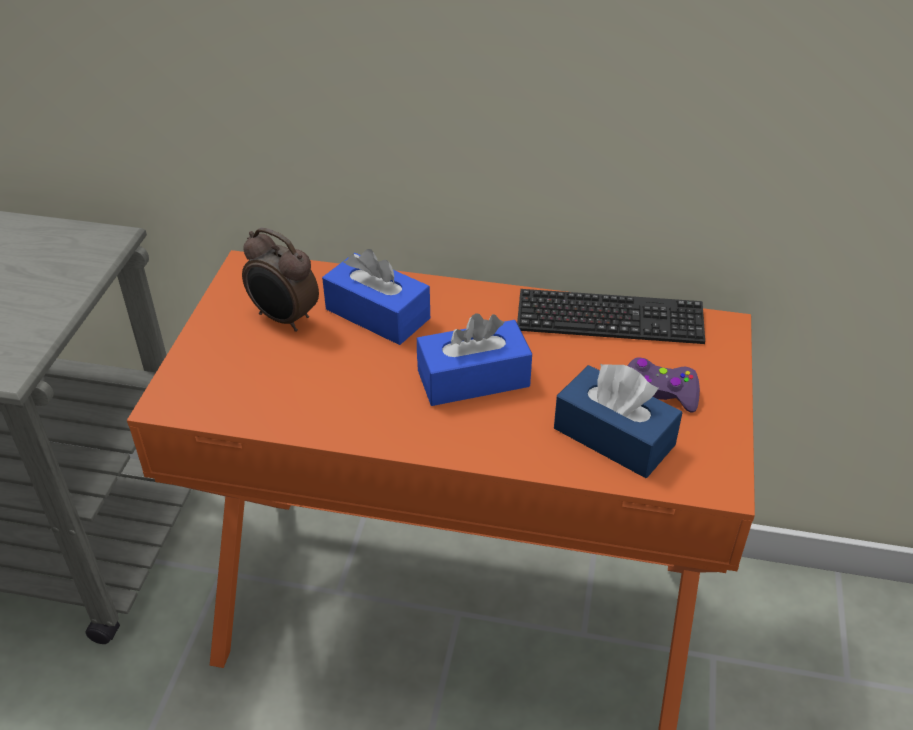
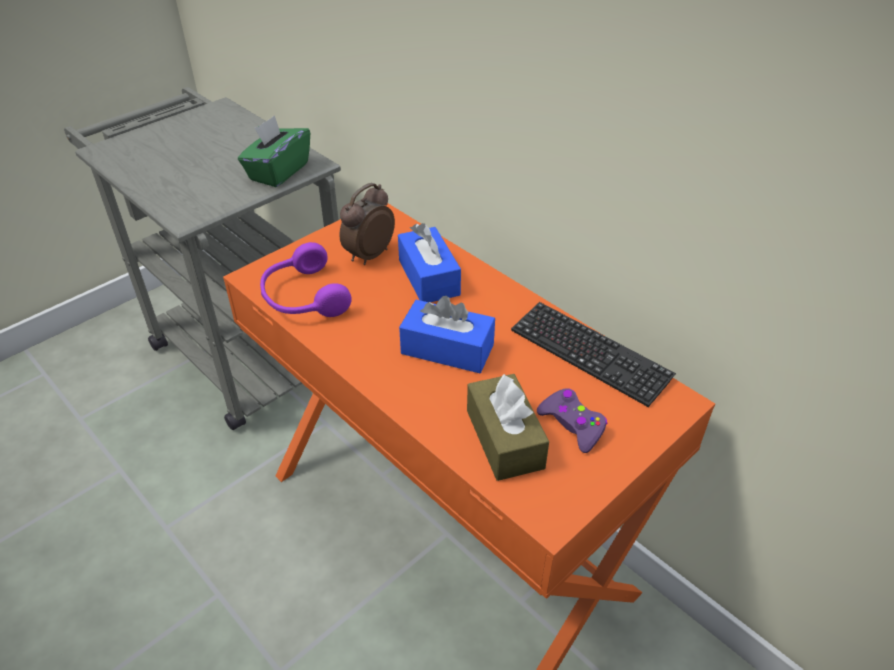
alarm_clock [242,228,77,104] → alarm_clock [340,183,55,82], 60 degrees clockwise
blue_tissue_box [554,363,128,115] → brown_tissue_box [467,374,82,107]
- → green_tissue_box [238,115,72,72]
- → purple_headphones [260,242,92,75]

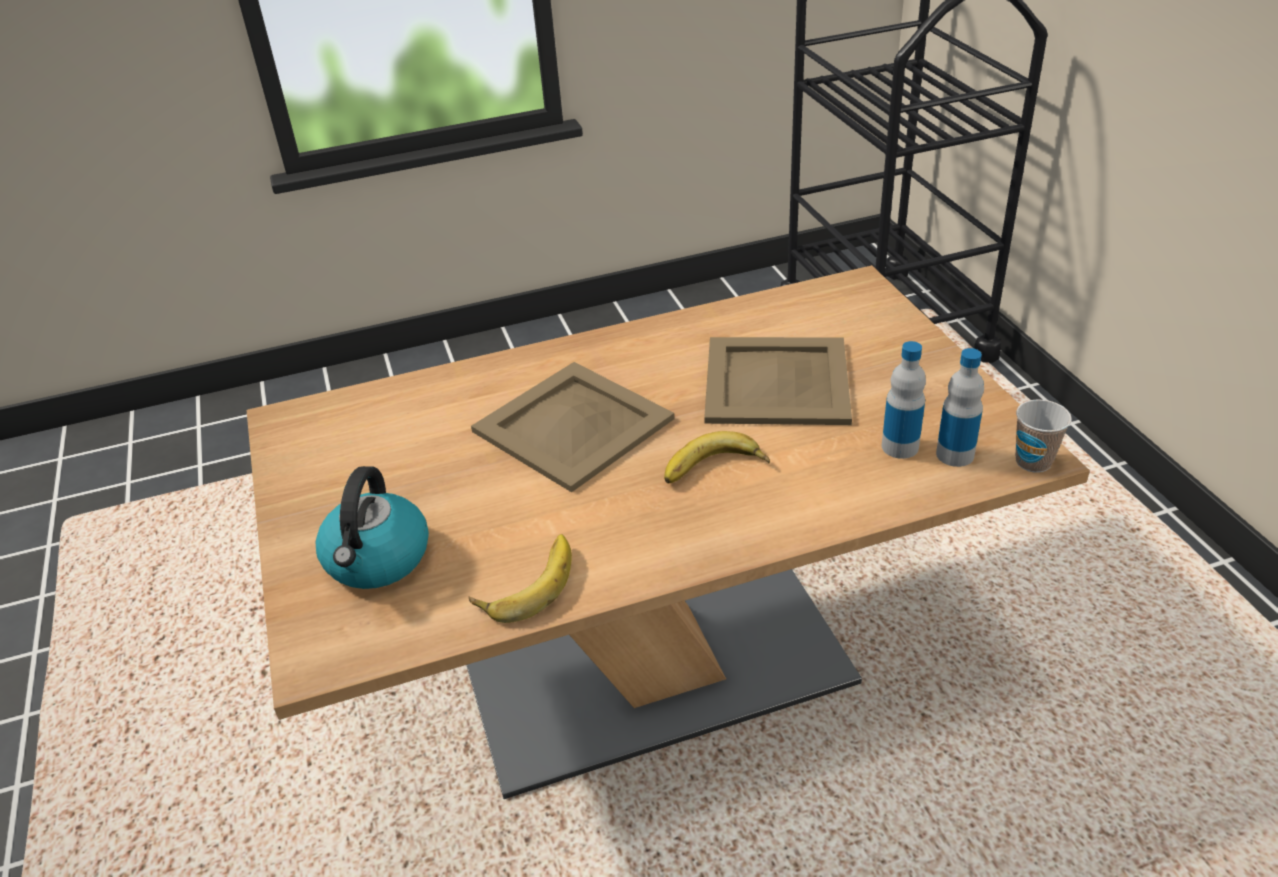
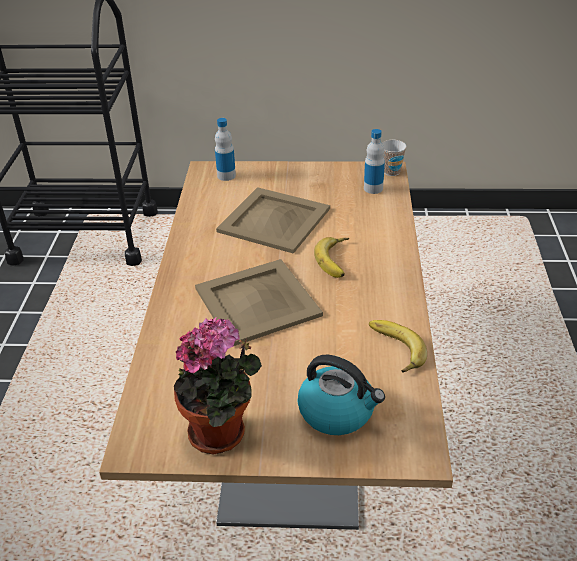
bottle [882,341,44,118] → bottle [215,118,21,63], move
- → potted_plant [174,317,88,138]

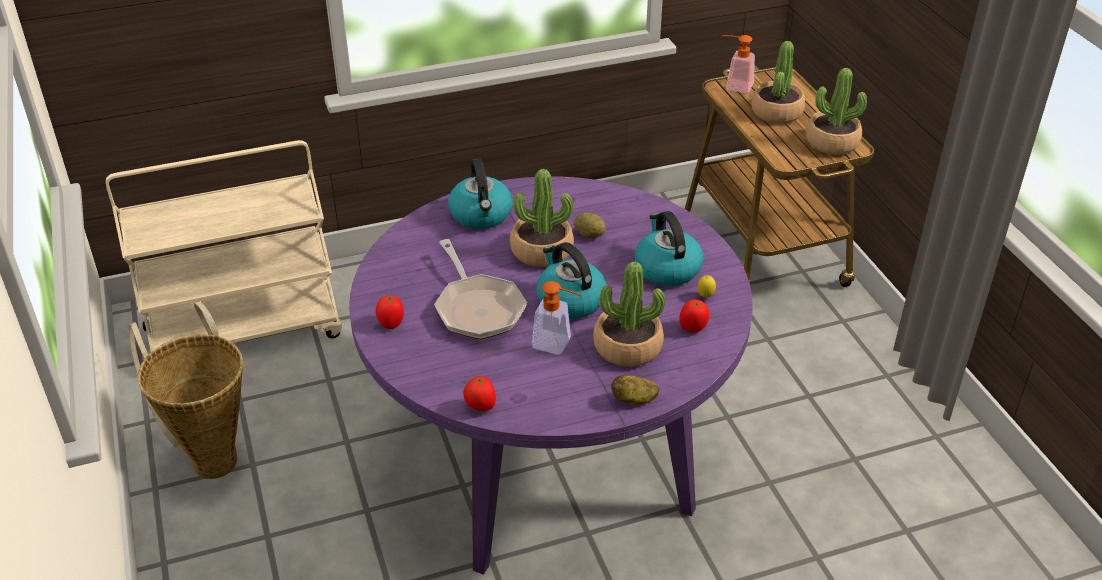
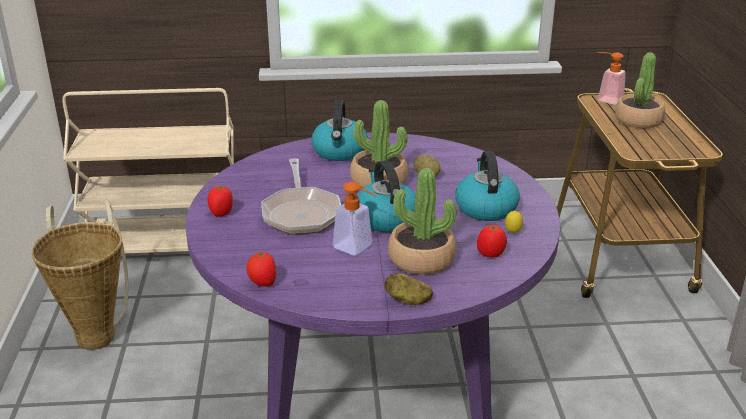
potted_plant [806,68,61,86] → -

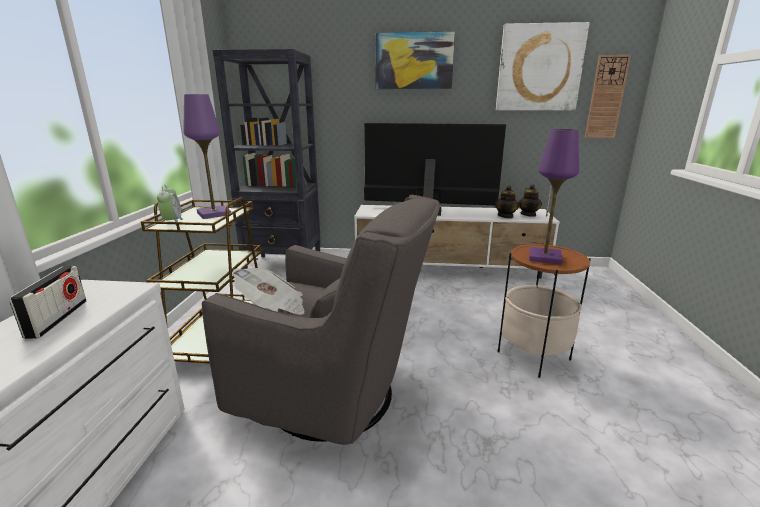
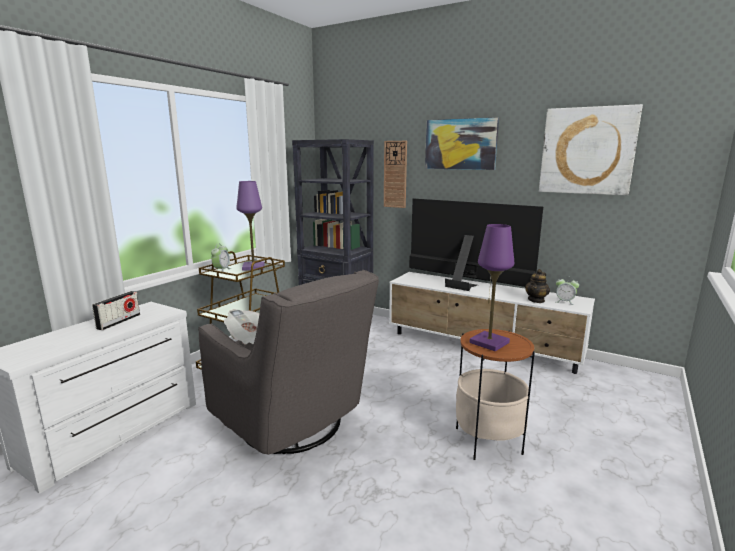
wall_clock [585,55,46,83] → wall_clock [384,141,23,67], move
teapot [518,184,24,33] → alarm_clock [556,276,23,29]

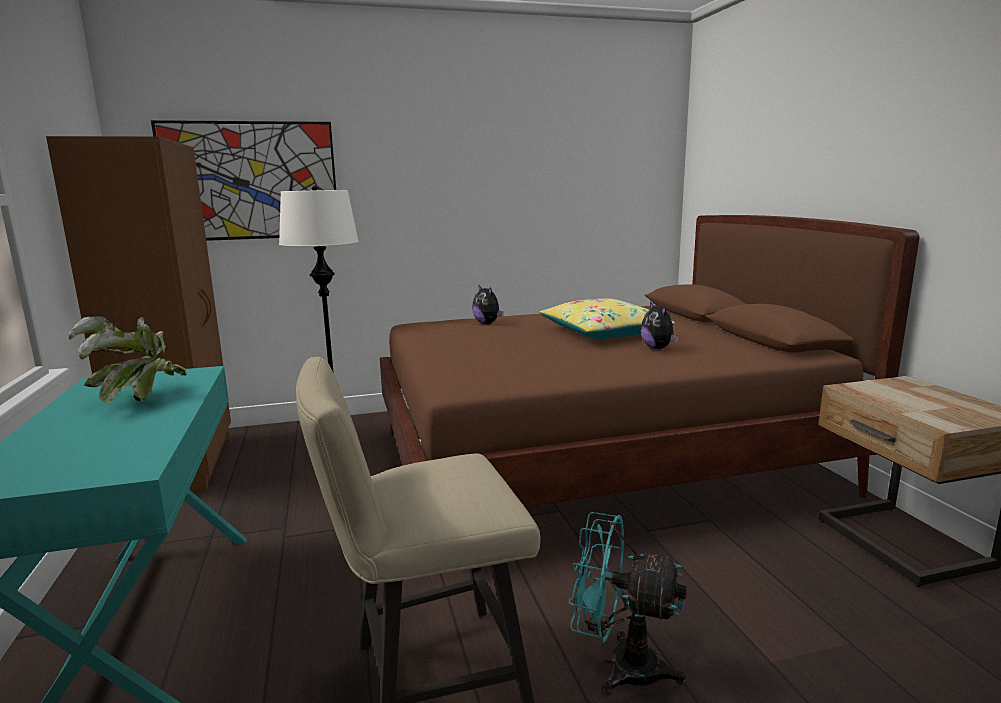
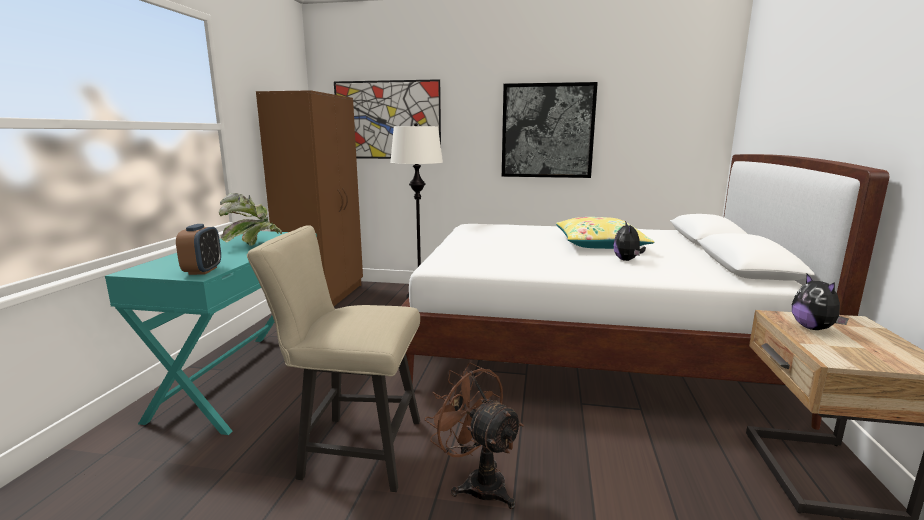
brown_bed [380,215,539,293] → white_bed [401,154,488,276]
plush_toy [472,284,31,40] → plush_toy [792,274,56,56], move
turquoise_fan [568,512,119,183] → brown_fan [425,363,99,146]
- → picture [502,82,96,96]
- → alarm_clock [176,224,45,51]

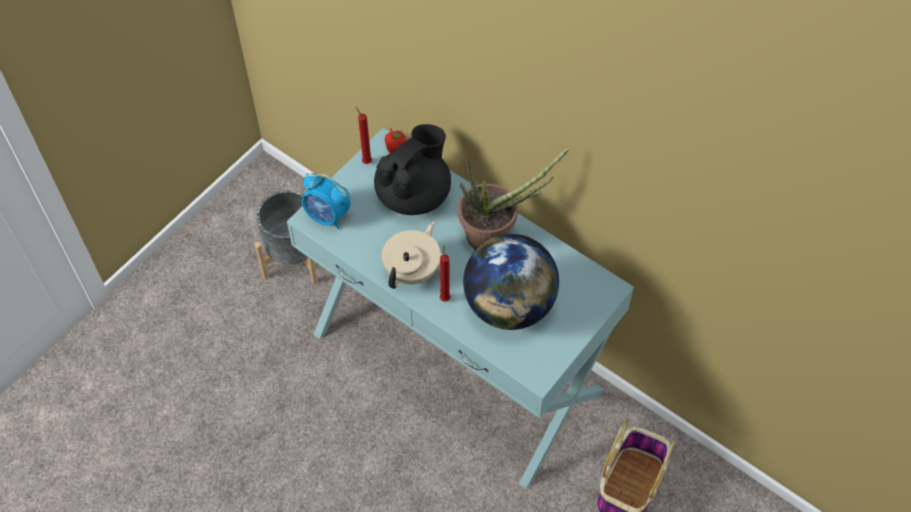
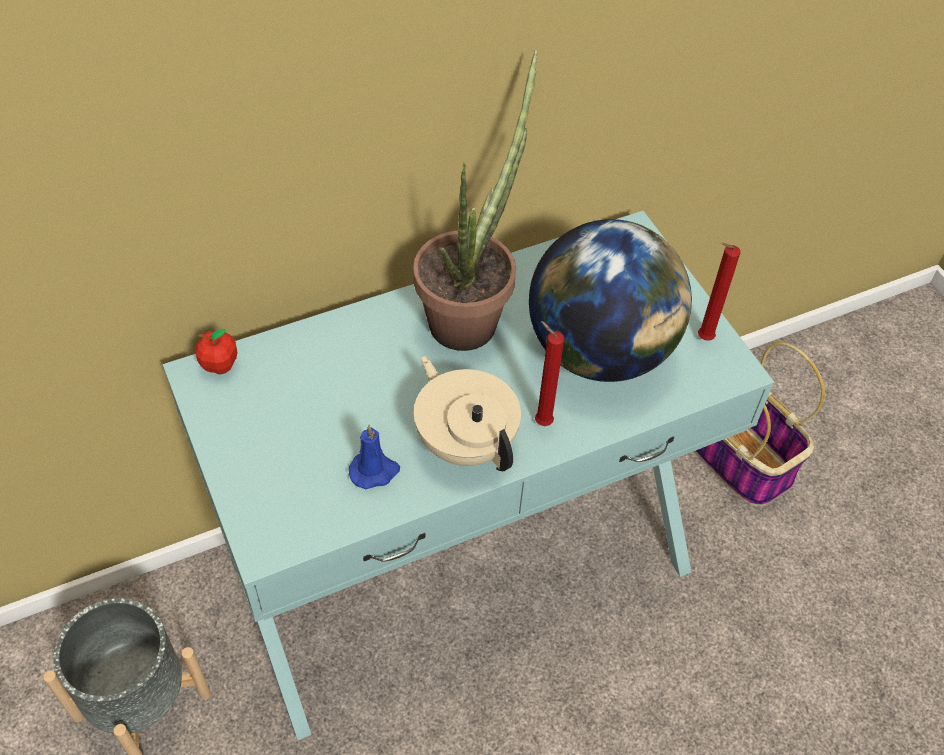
red_candle [355,107,17,57] → red_candle [698,243,43,98], move
black_teapot [374,124,77,91] → -
alarm_clock [302,173,49,56] → -
- → blue_candle [348,425,52,64]

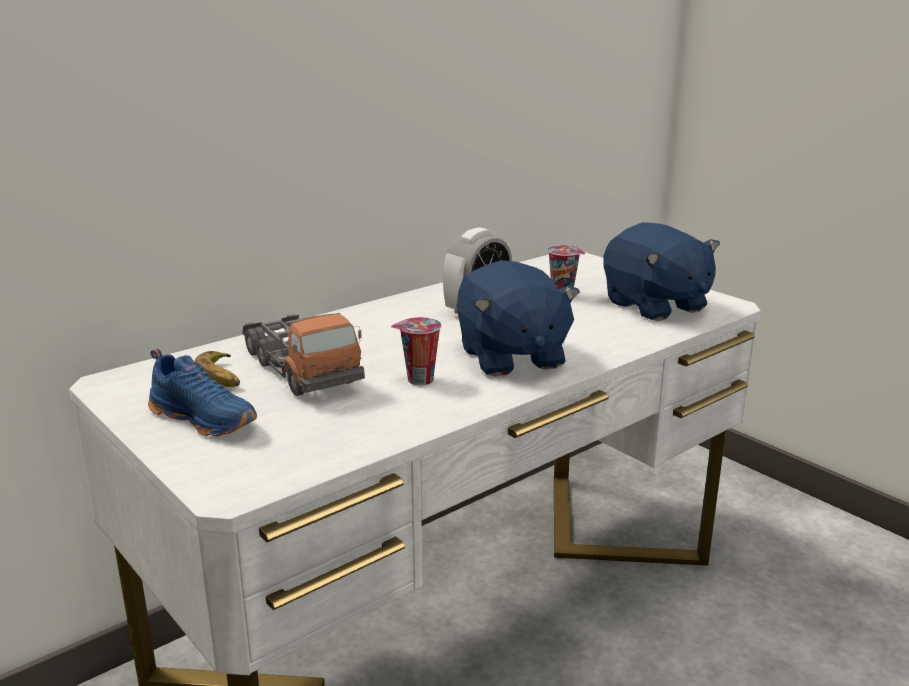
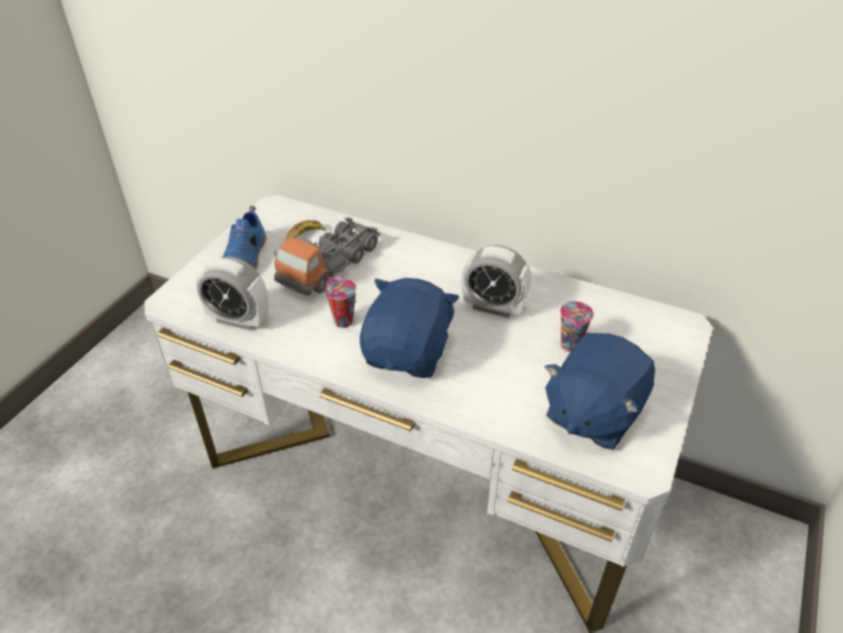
blue_plush_toy [456,260,124,116] → blue_plush_toy [360,278,99,100], 150 degrees clockwise
- → alarm_clock [196,257,73,73]

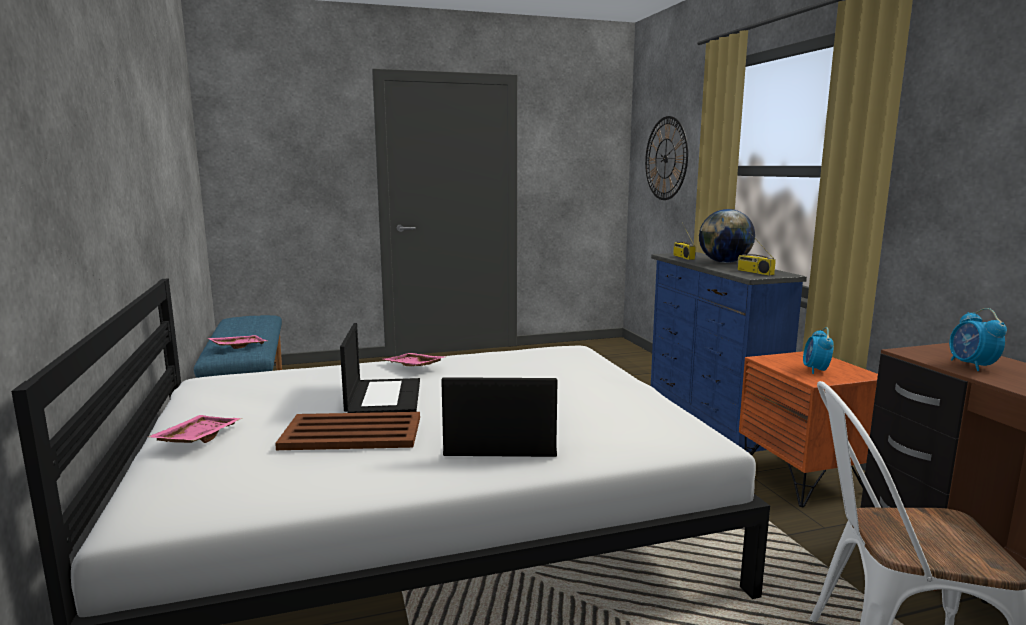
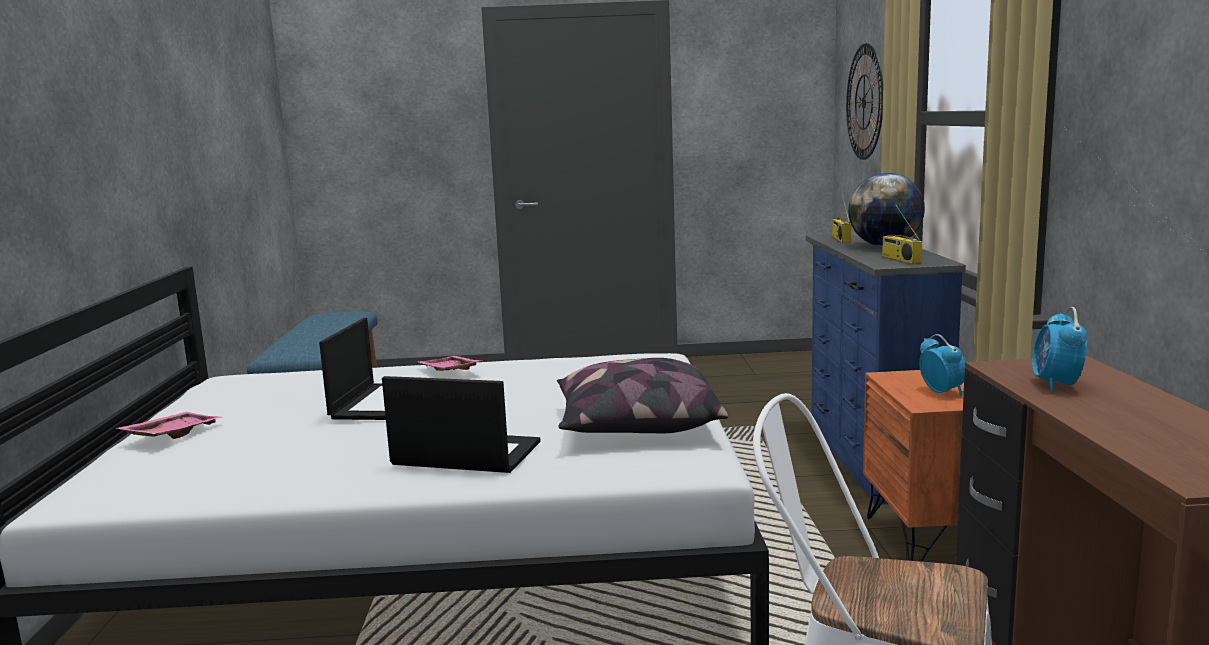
alarm_clock [803,327,31,47] → alarm_clock [919,334,47,63], 135 degrees clockwise
pink_tray [208,335,59,14] → -
brown_tray [275,412,145,38] → -
- → pillow [557,358,171,75]

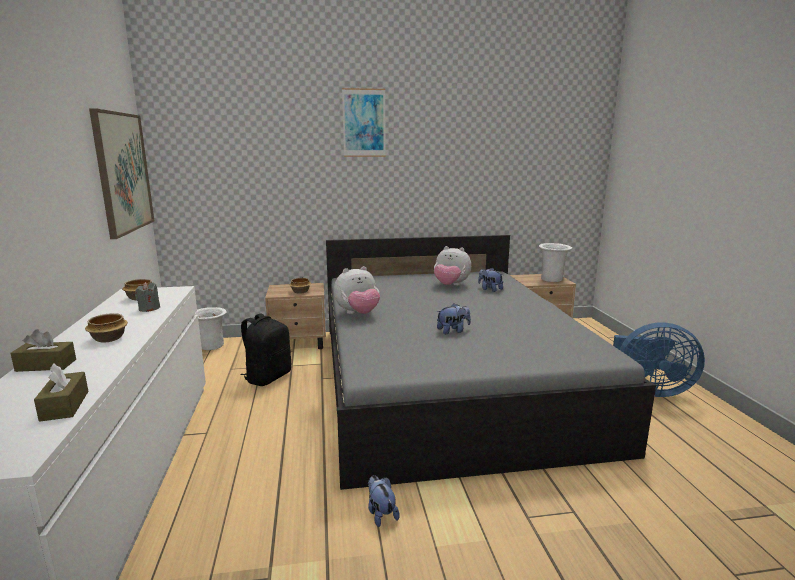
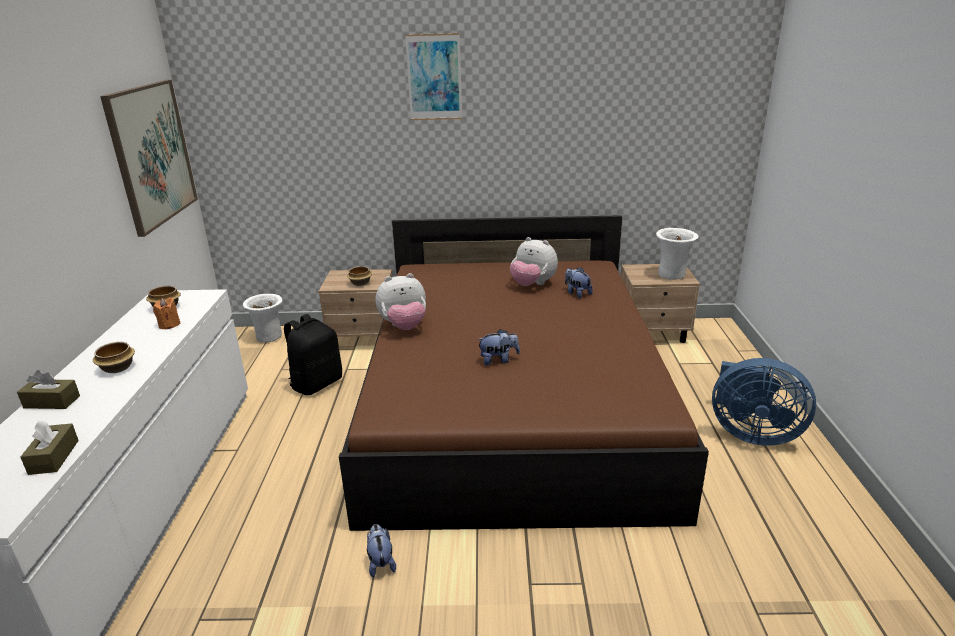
grey_bed [326,235,330,255] → brown_bed [339,215,370,316]
grey_candle [135,282,25,30] → orange_candle [153,297,28,33]

